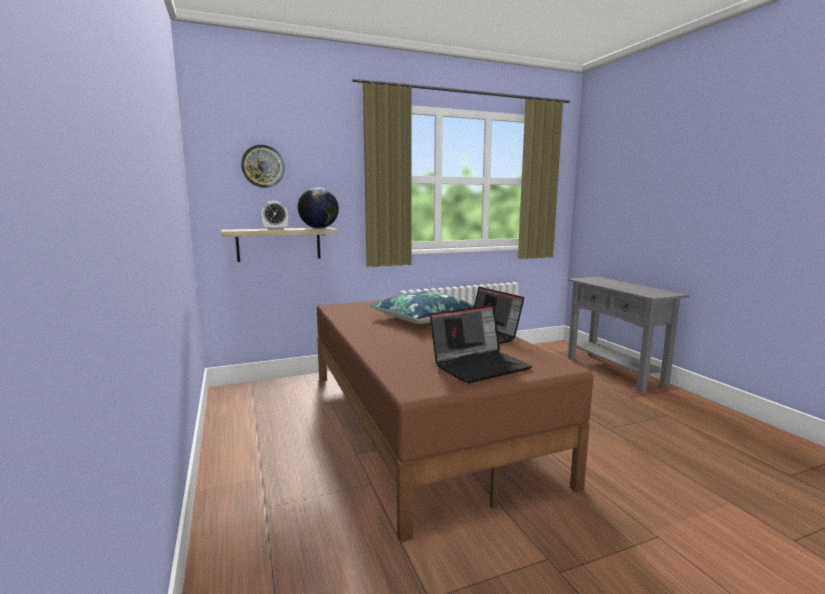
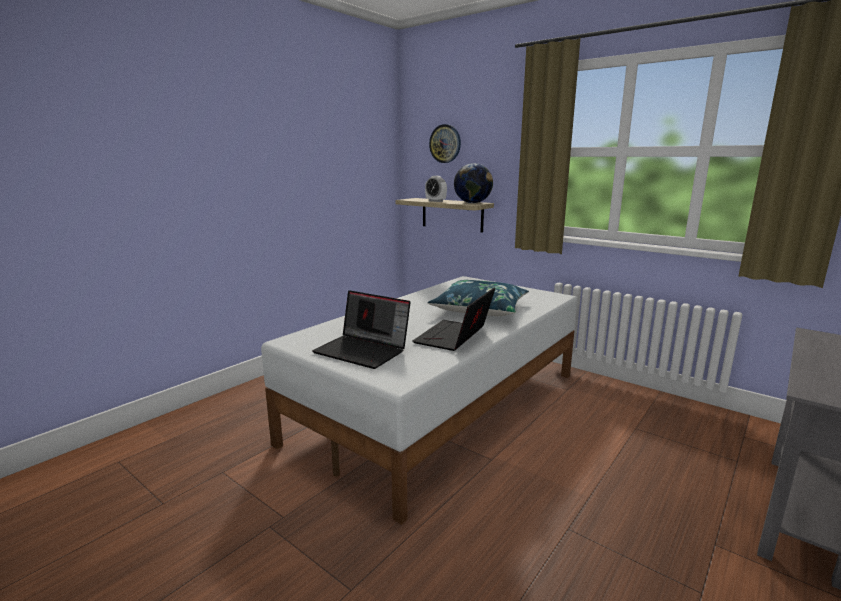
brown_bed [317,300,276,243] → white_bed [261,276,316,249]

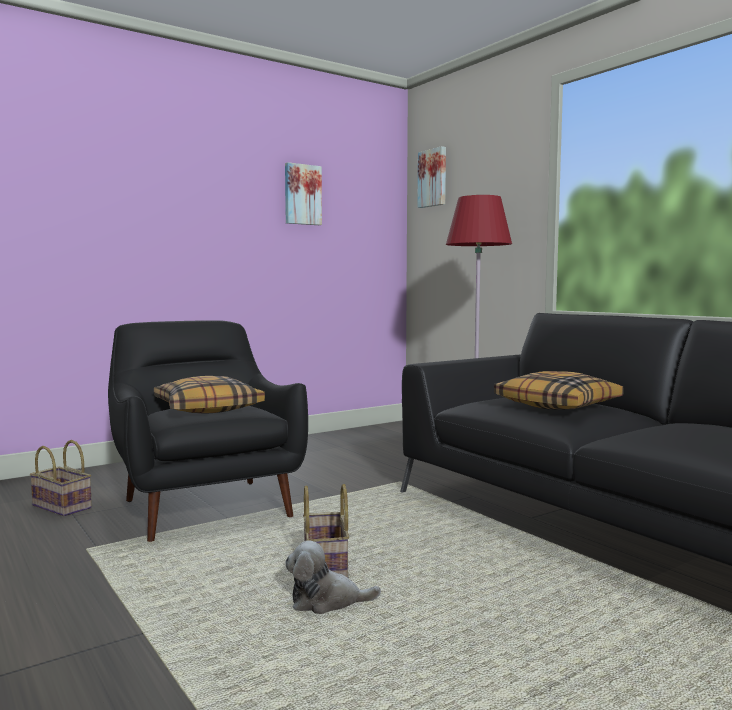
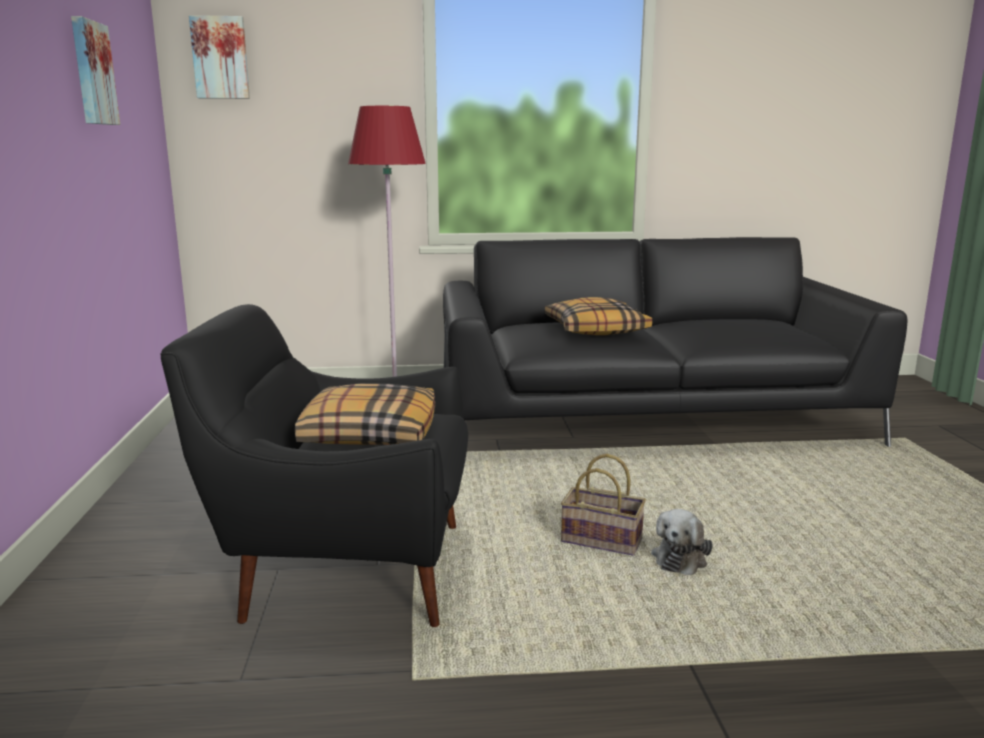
basket [30,440,62,76] → -

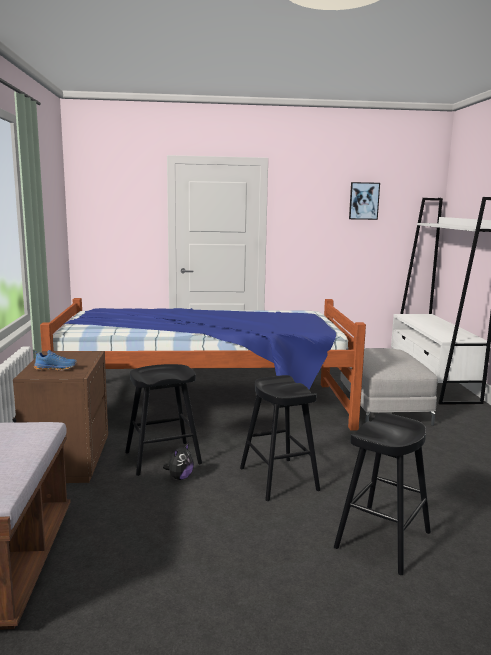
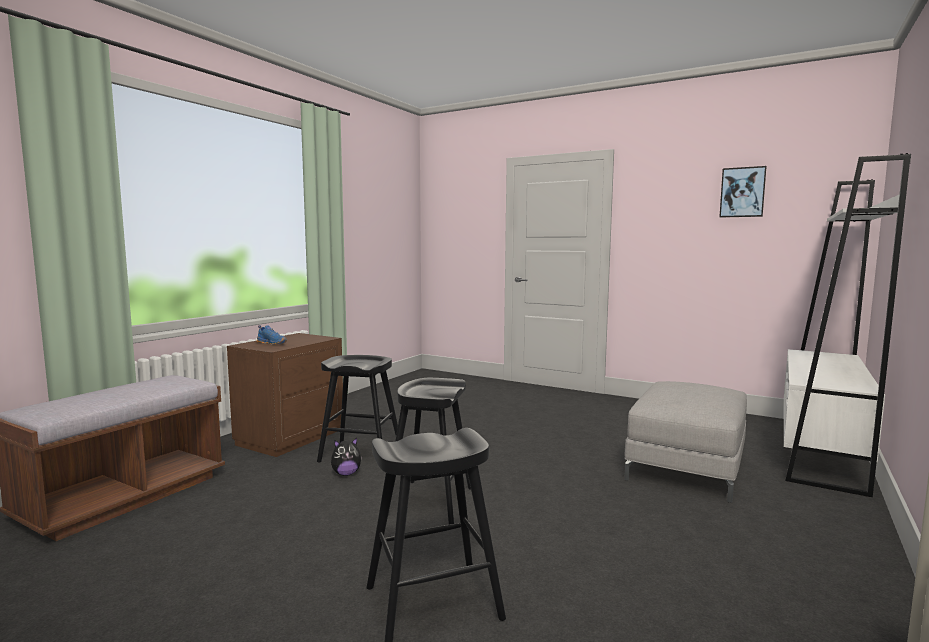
bed [40,298,326,133] → -

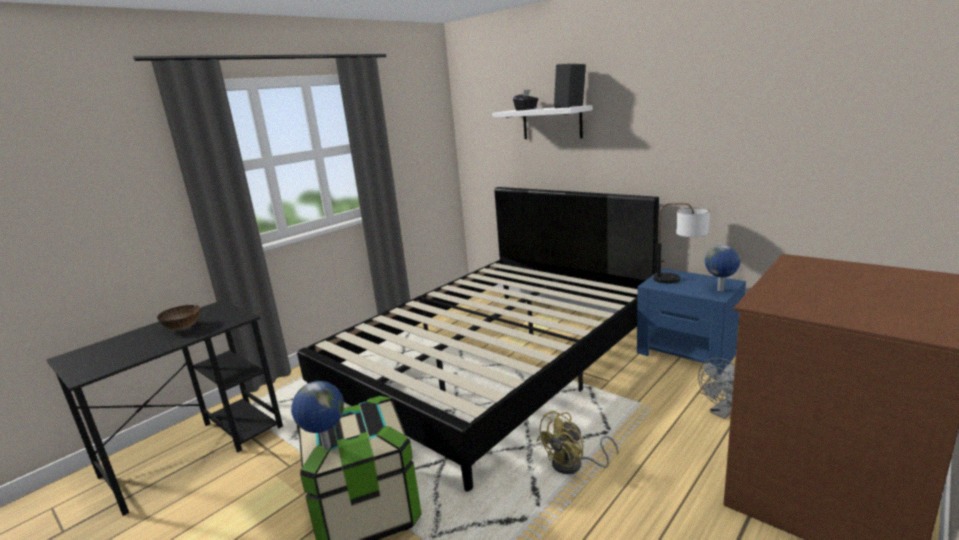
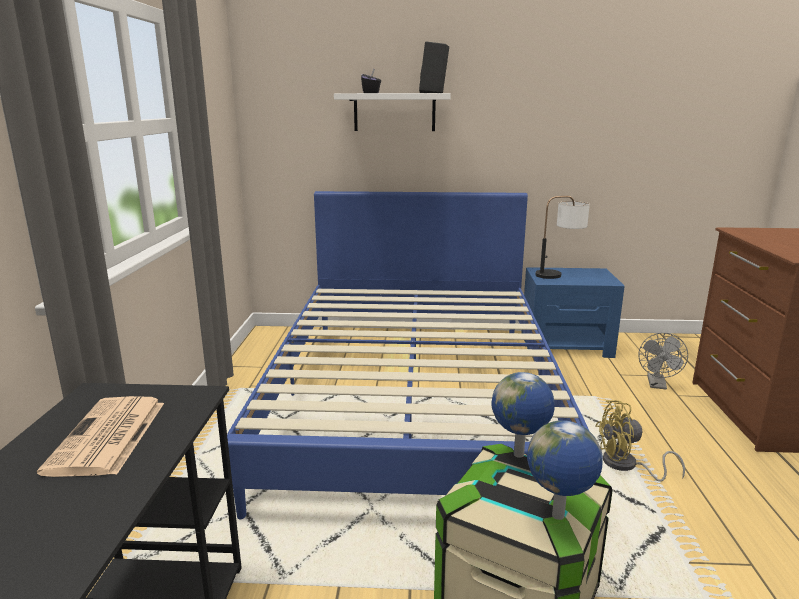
black_bed [297,187,362,304] → blue_bed [227,191,362,329]
globe [705,245,35,46] → globe [492,372,62,86], move
bowl [157,305,43,25] → newspaper [37,396,127,81]
yellow_fan [537,410,82,64] → yellow_fan [595,400,90,82], 75 degrees clockwise

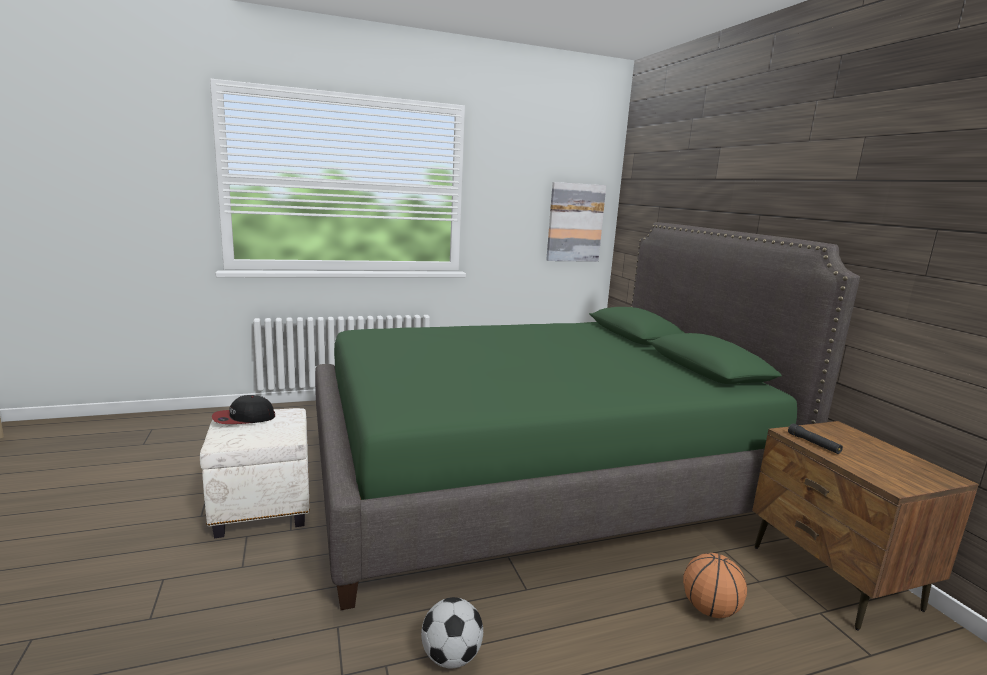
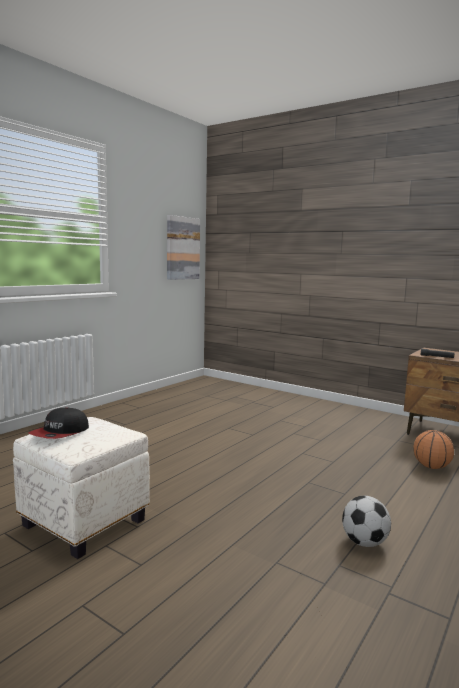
green_bed [315,222,545,388] → -

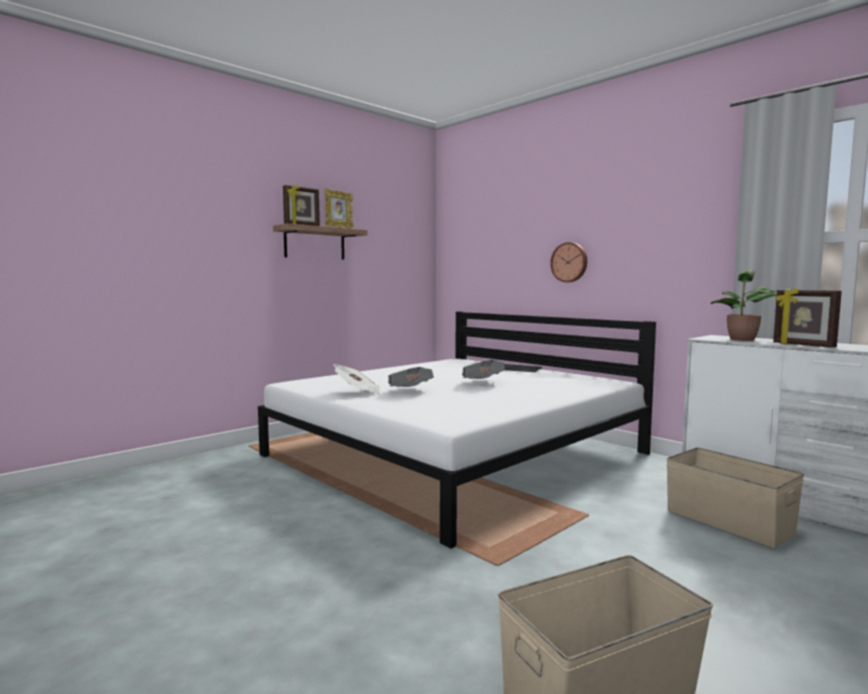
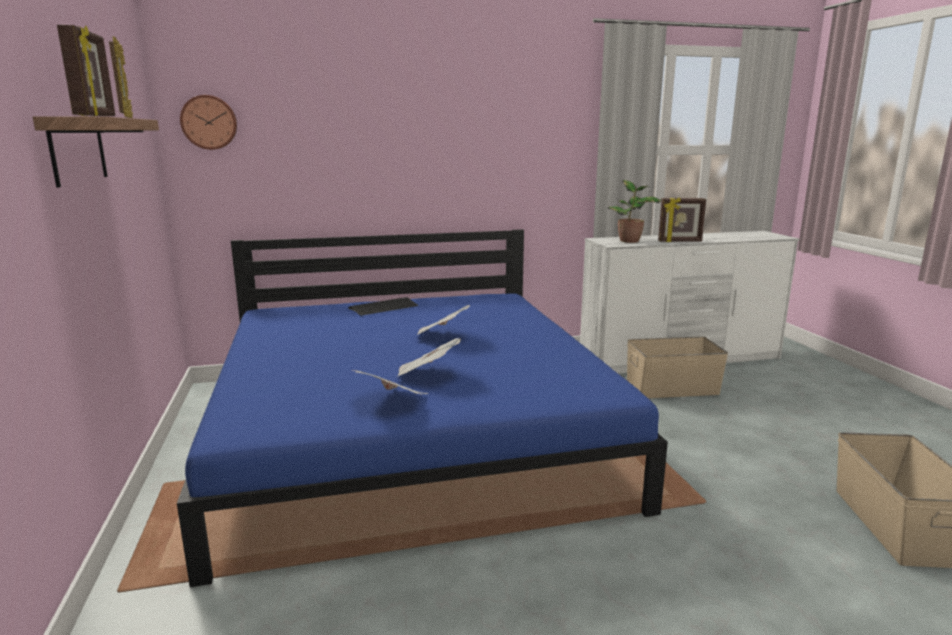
wall_clock [550,242,37,40] → wall_clock [180,95,57,55], move
white_bed [258,311,398,237] → blue_bed [177,229,491,358]

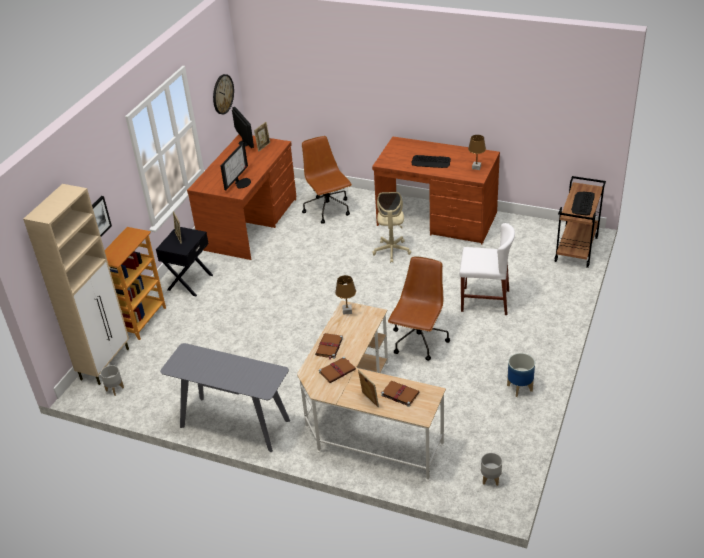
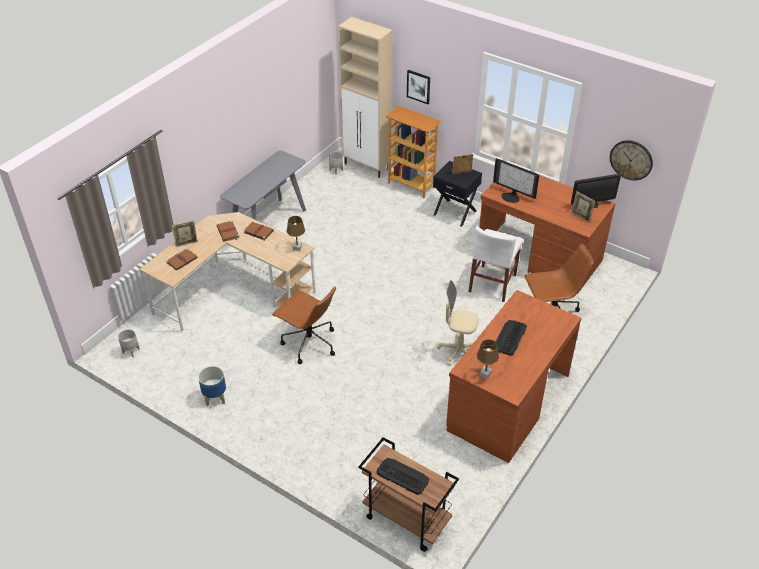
white_chair [459,223,56,92] → white_chair [469,226,54,76], move

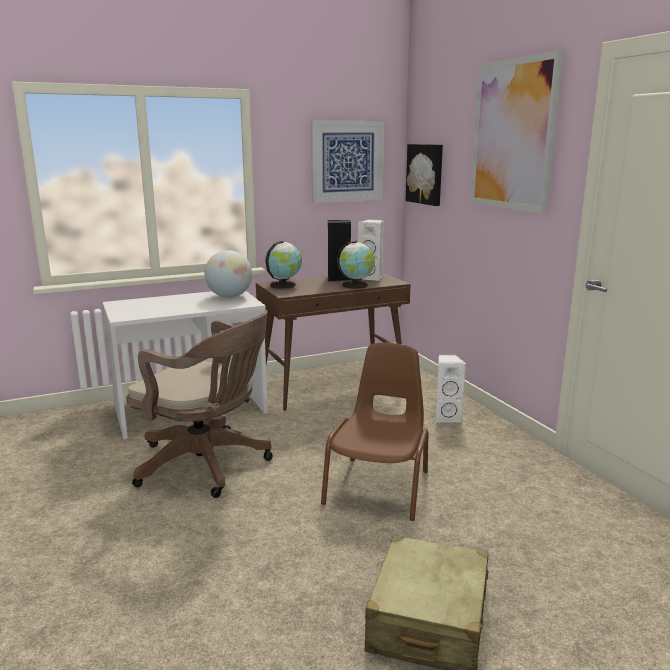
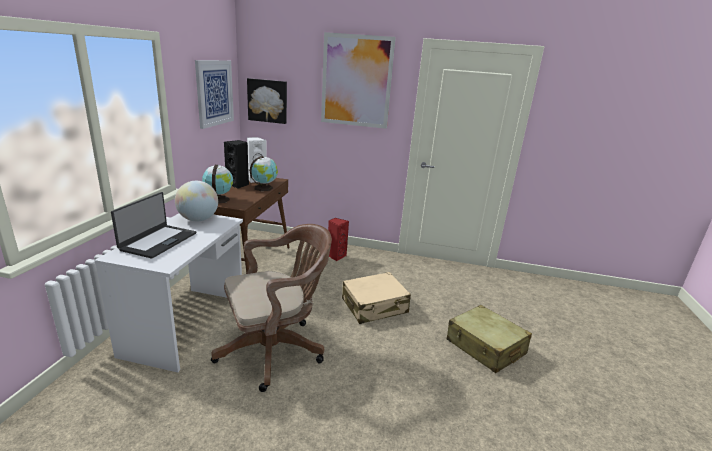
brown_chair [321,343,107,178] → beige_suitcase [342,272,69,52]
white_speaker [435,355,31,67] → red_speaker [328,218,21,43]
- → laptop [111,192,85,67]

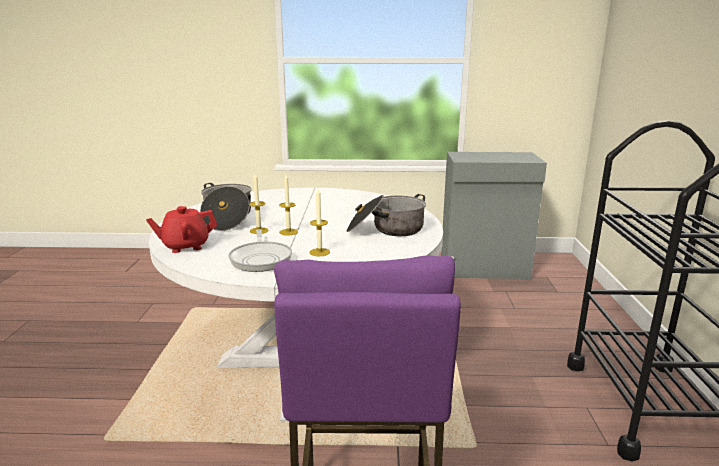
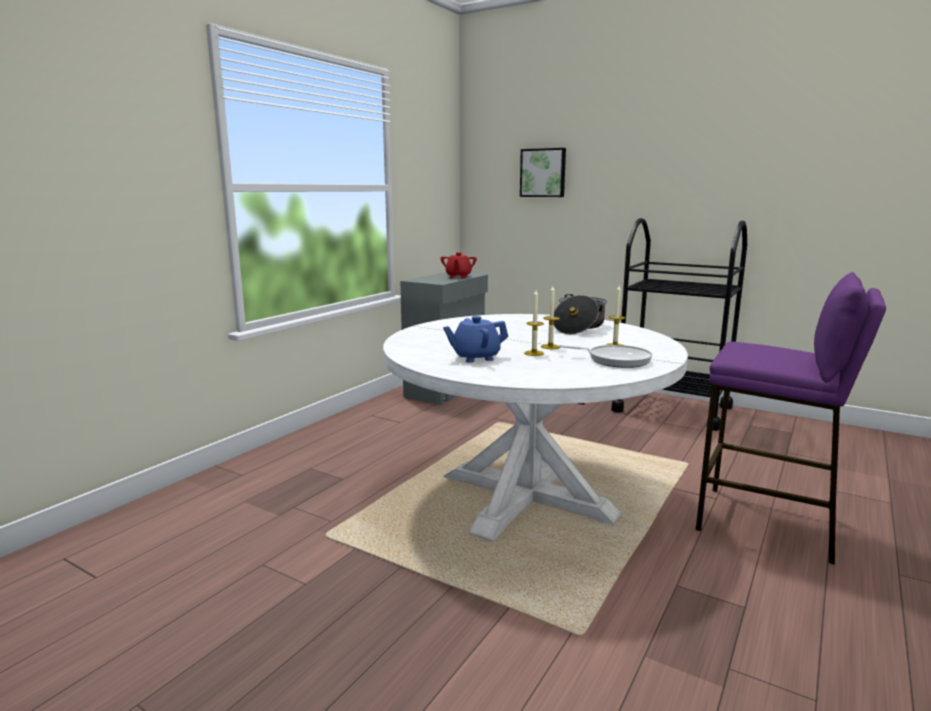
cooking_pot [200,183,51,48] → blue_teapot [443,316,65,47]
red_teapot [146,206,71,47] → red_teapot [441,252,36,26], move
- → picture [520,148,46,49]

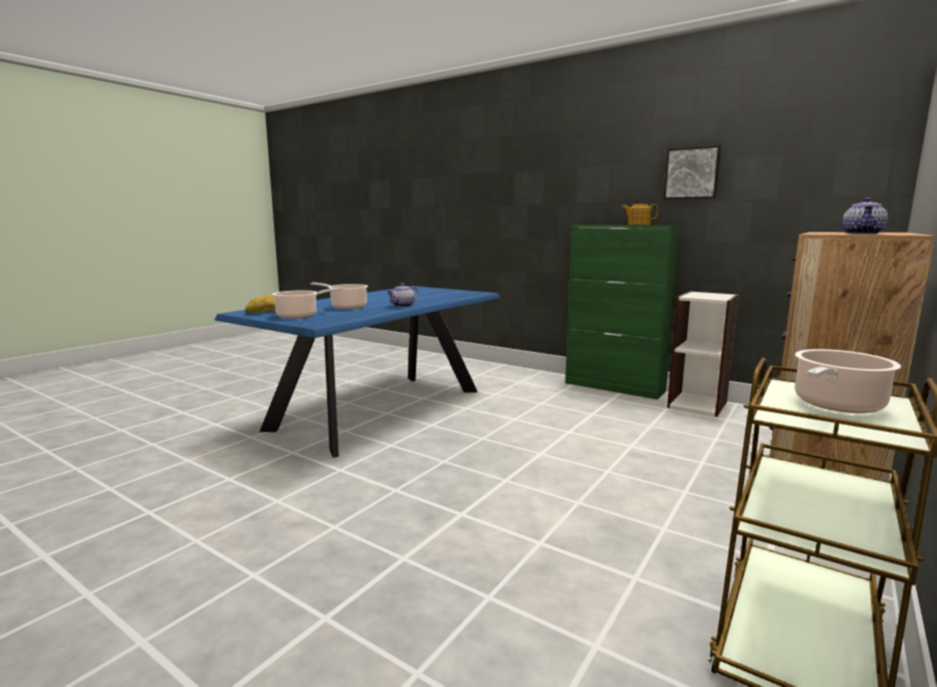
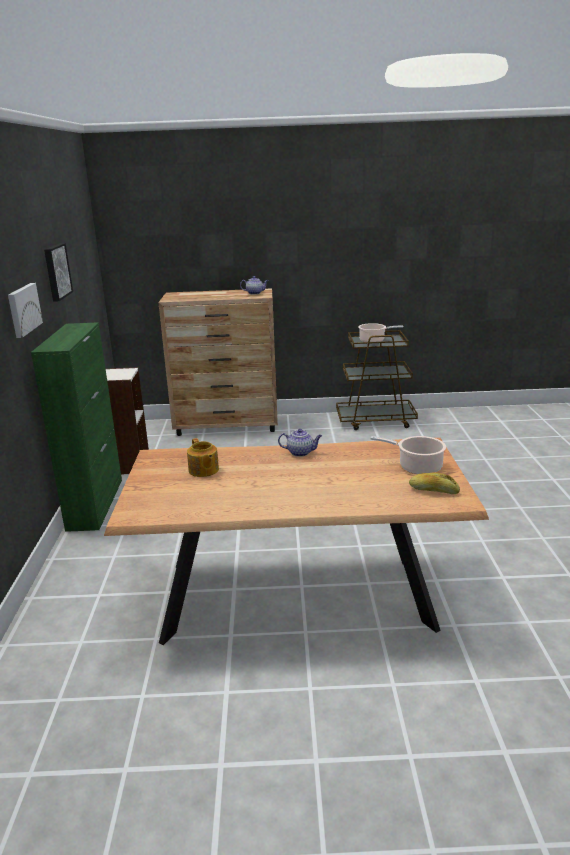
teapot [622,204,36,21] → teapot [187,438,32,39], move
cooking_pot [311,282,57,27] → -
blue_dining_table [215,286,285,172] → brown_dining_table [104,438,385,207]
- → picture [8,283,35,55]

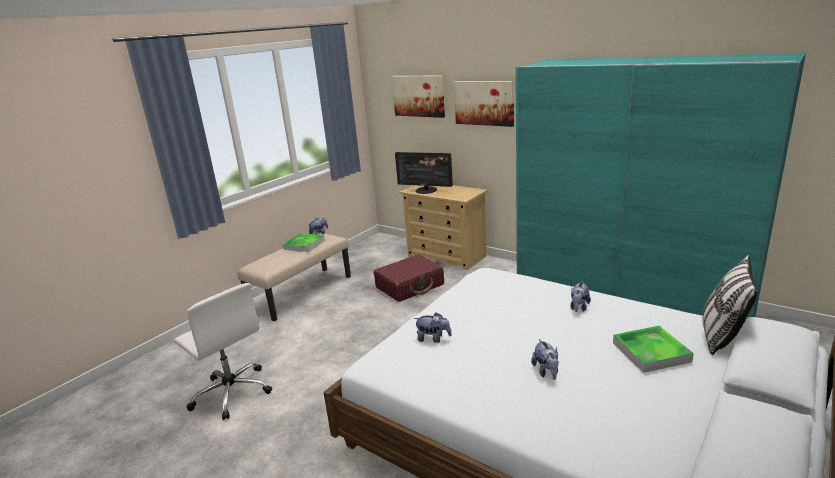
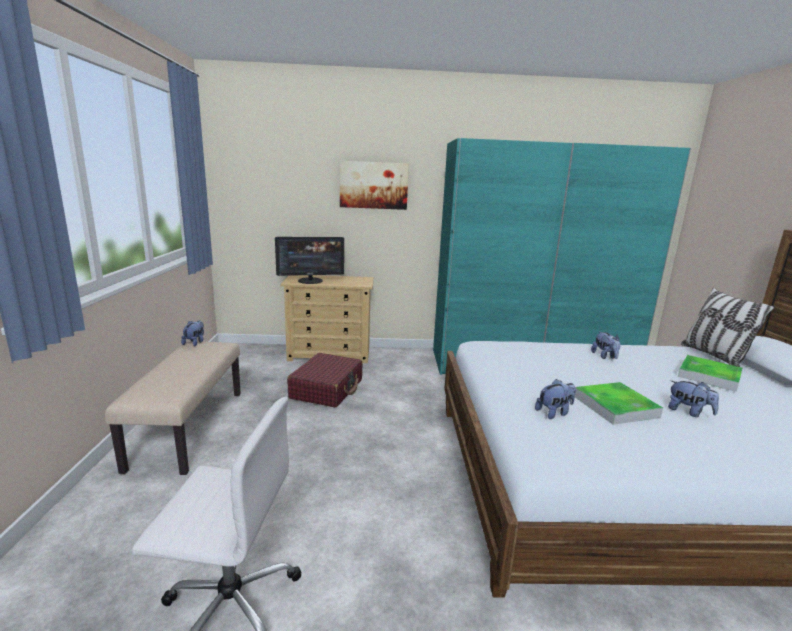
picture [392,75,53,43] → -
tray [283,233,42,19] → tray [575,382,88,43], move

